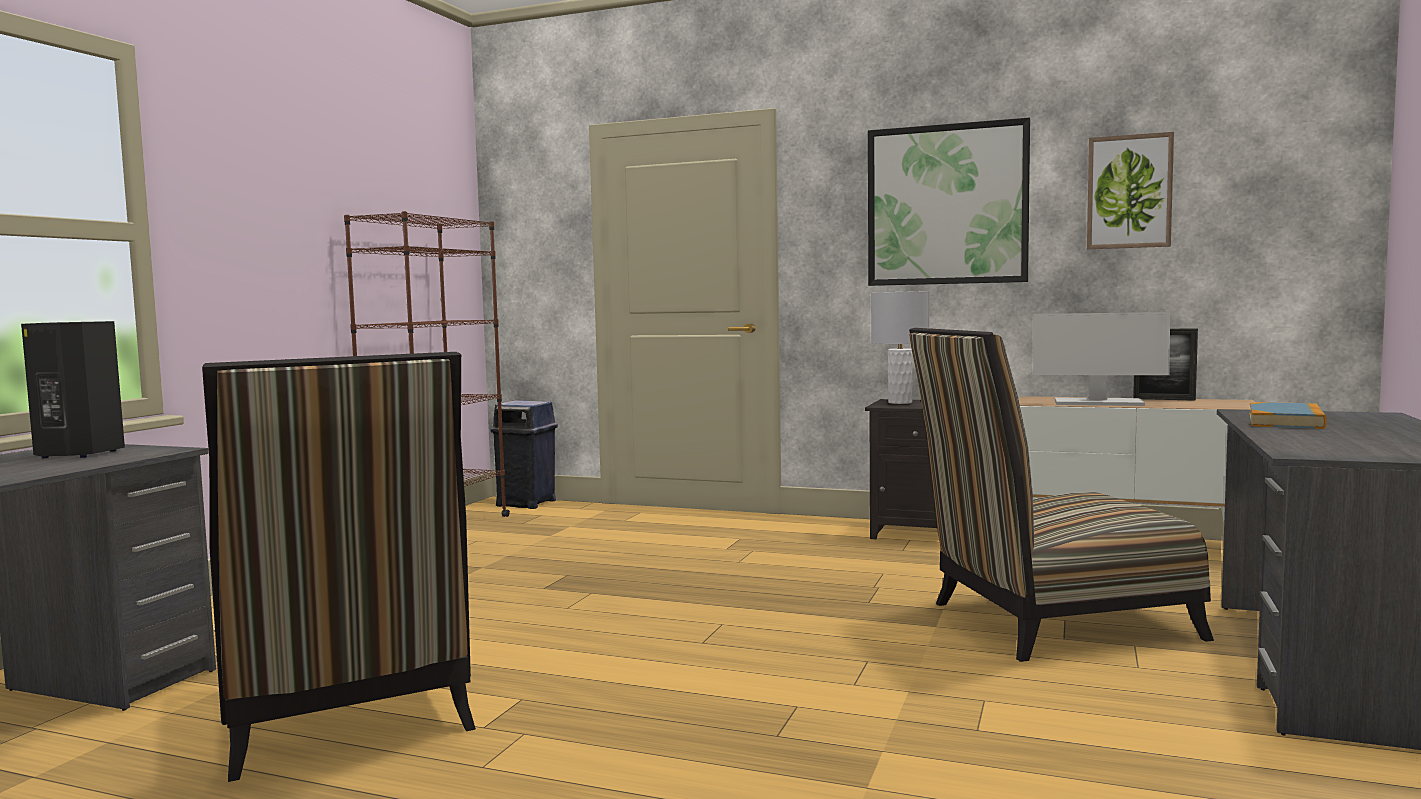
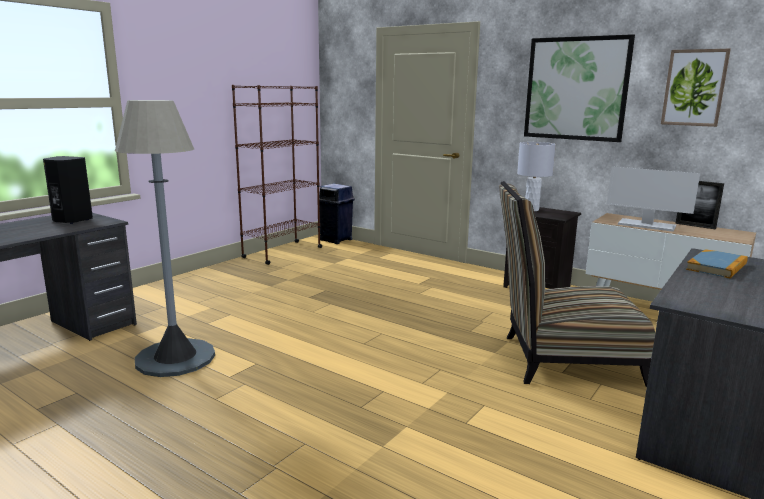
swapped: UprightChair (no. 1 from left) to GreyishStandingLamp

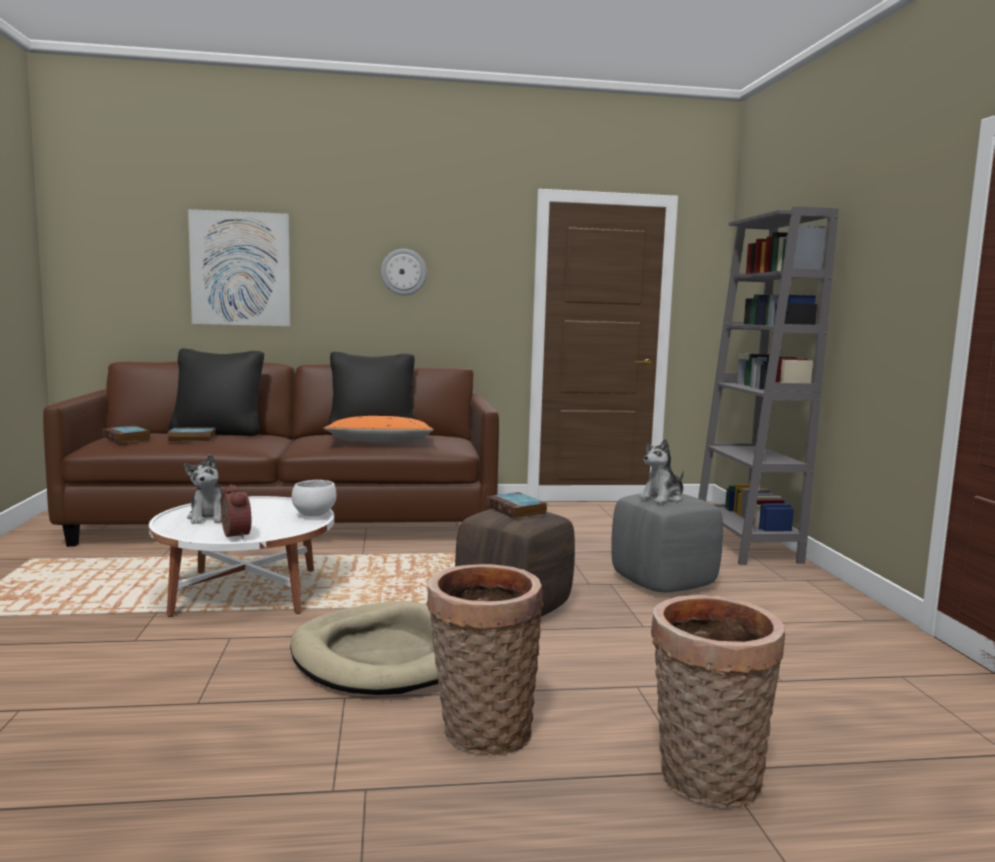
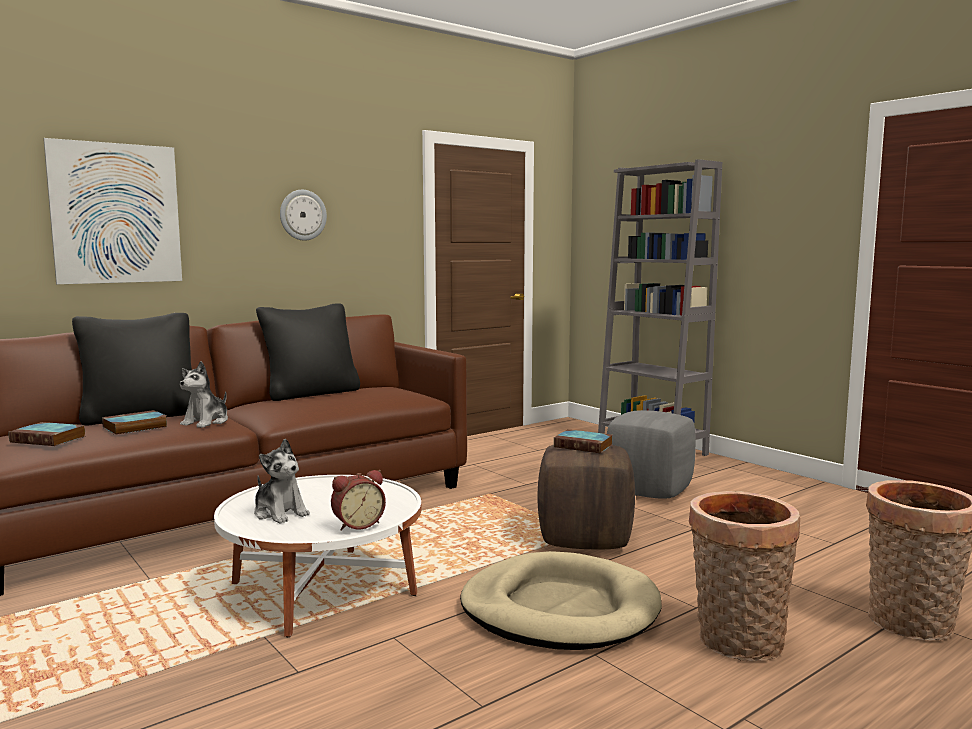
gone: OrangeColouredPillow; WhiteColouredDeepDish
shifted: SoftToy (no. 2 from left in the first image) to SoftToy (no. 1 from left)
rotated: AlarmClock 120 degrees clockwise

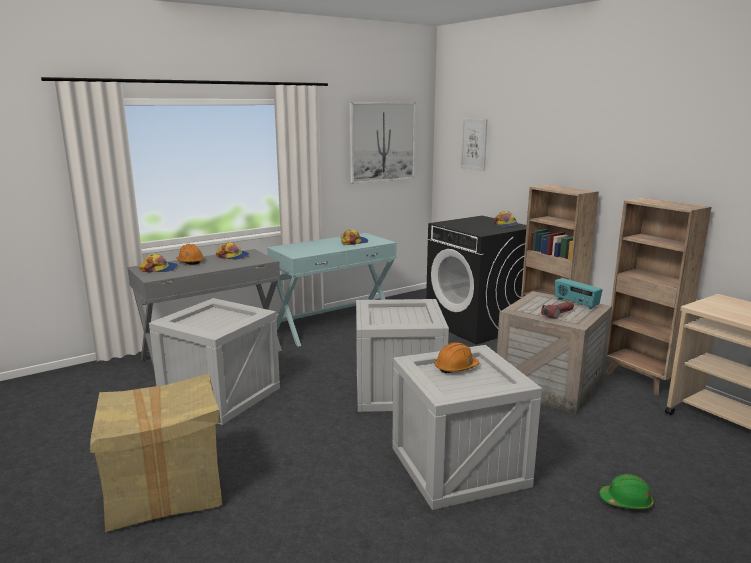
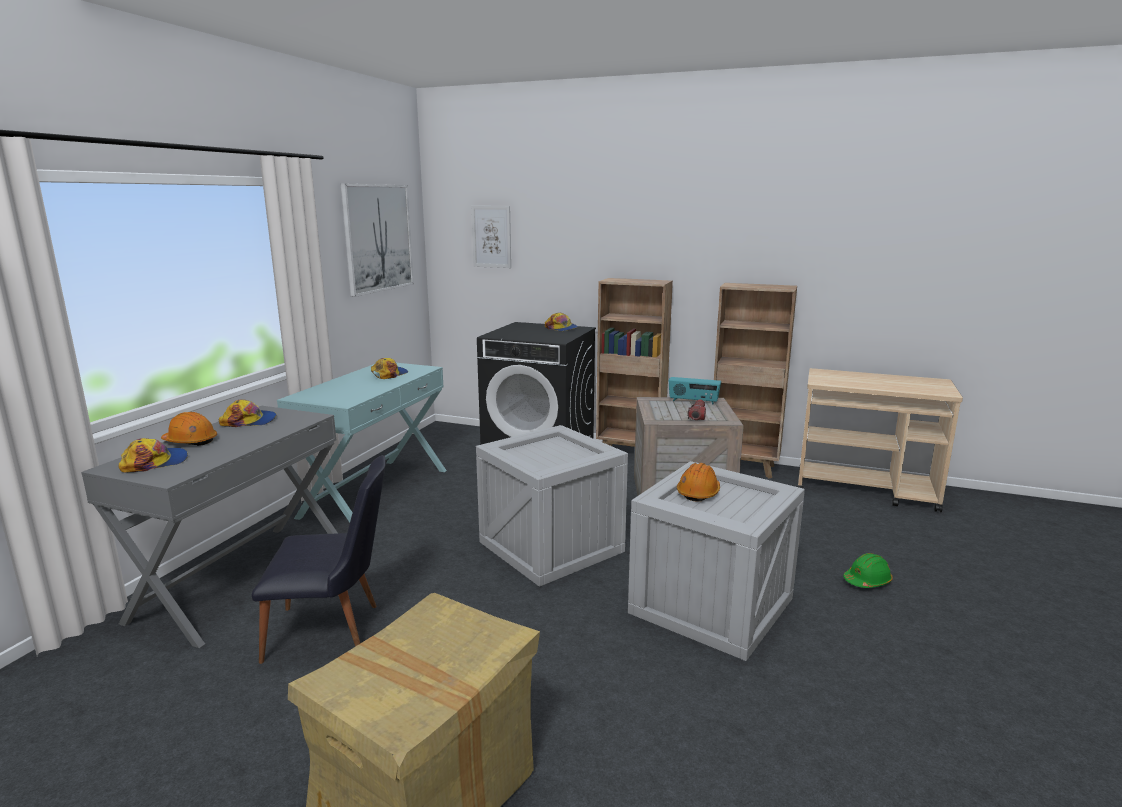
swapped: PackingCrate (no. 1 from left) to BlackUprightChair

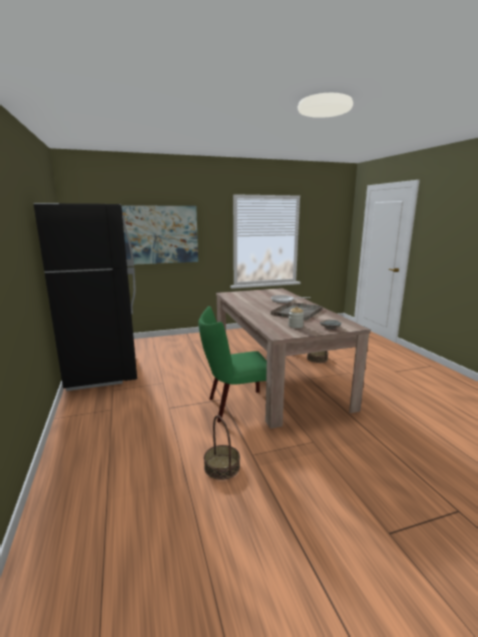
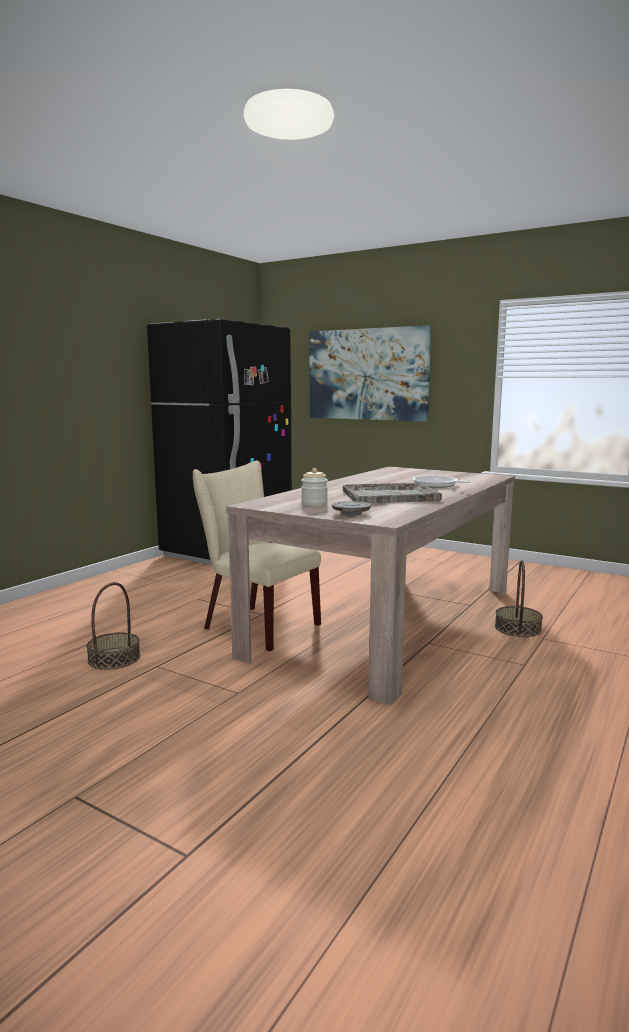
repainted: GreenUprightChair to BeigeUprightChair

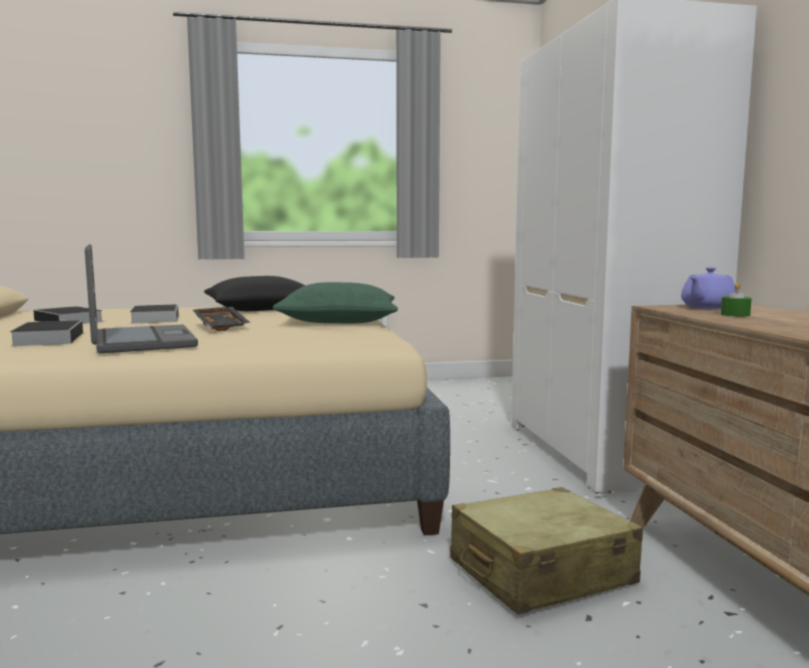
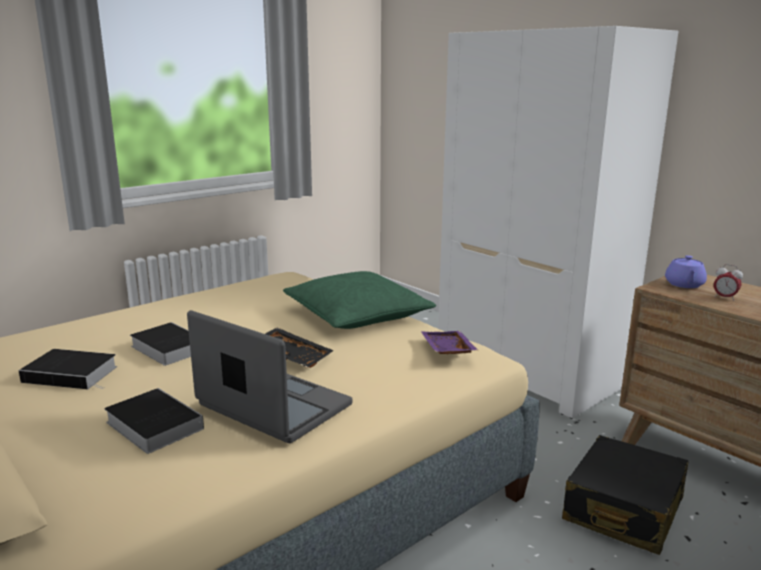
gone: BlackPillow
new: PurplishServingTray
swapped: GreenWaxLight to AlarmClock
repainted: BeigeTravelCase to BlackTravelCase

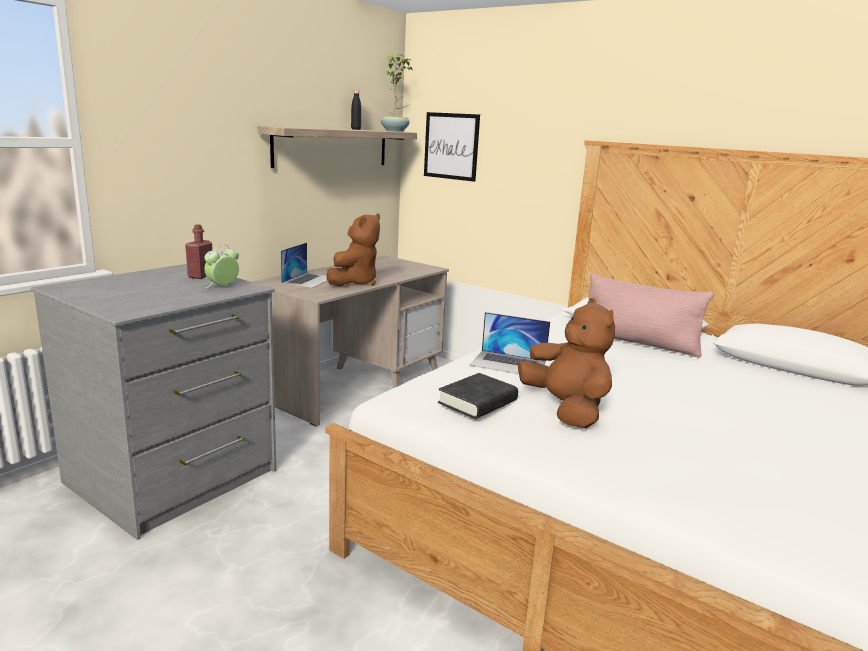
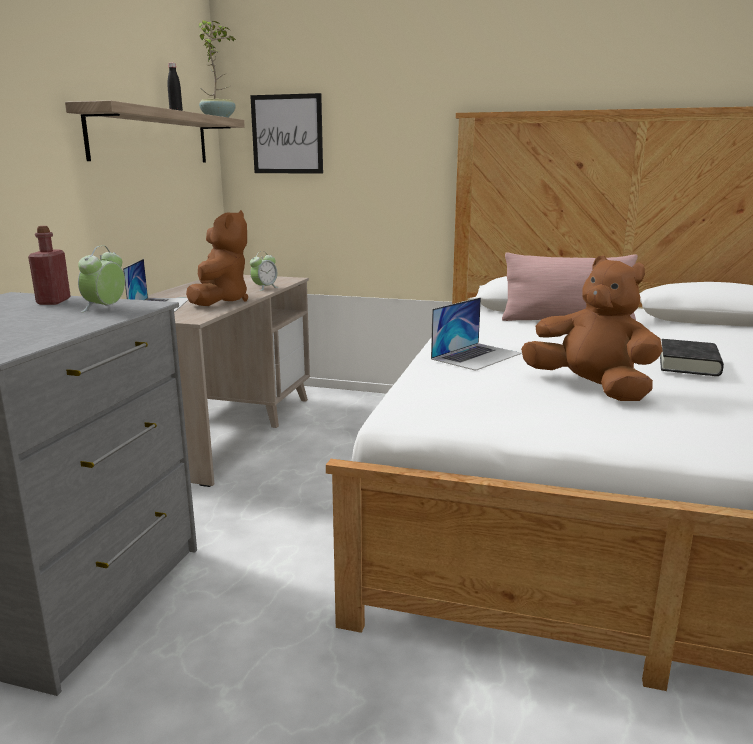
new: AlarmClock (no. 2 from left)
shifted: BlackBook
rotated: NotebookComputer (no. 2 from left) 45 degrees counterclockwise

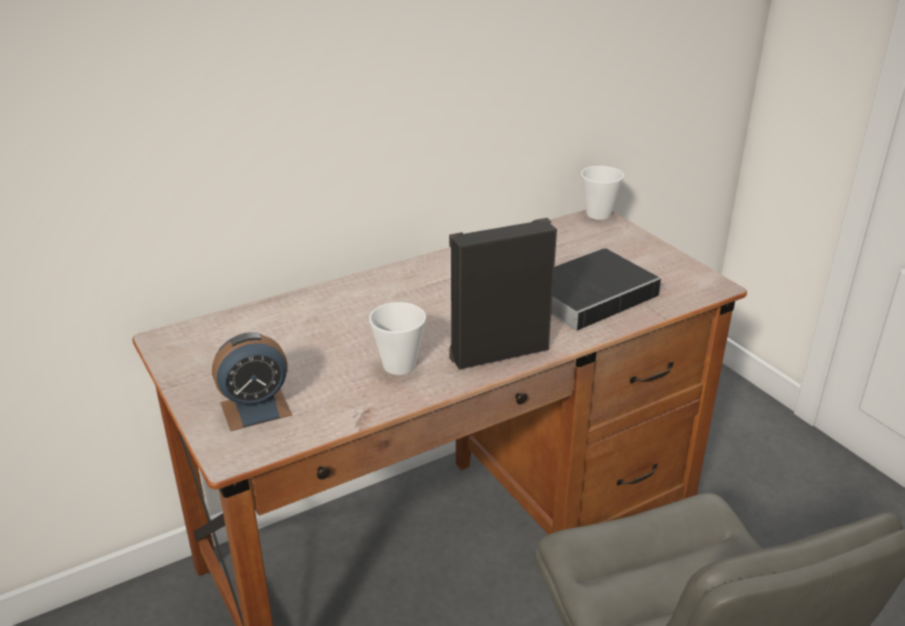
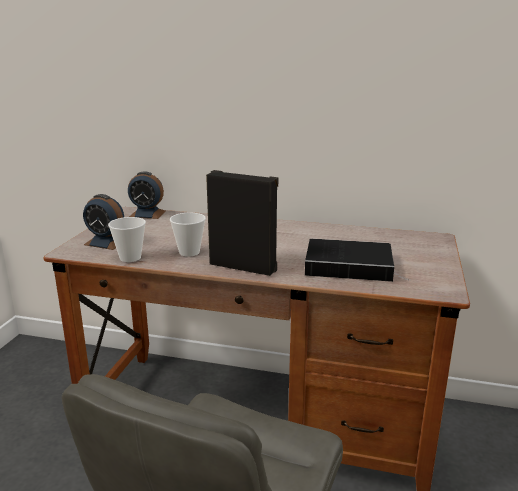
new: AlarmClock (no. 2 from left)
shifted: Cup (no. 2 from left in the first image) to Cup (no. 1 from left)

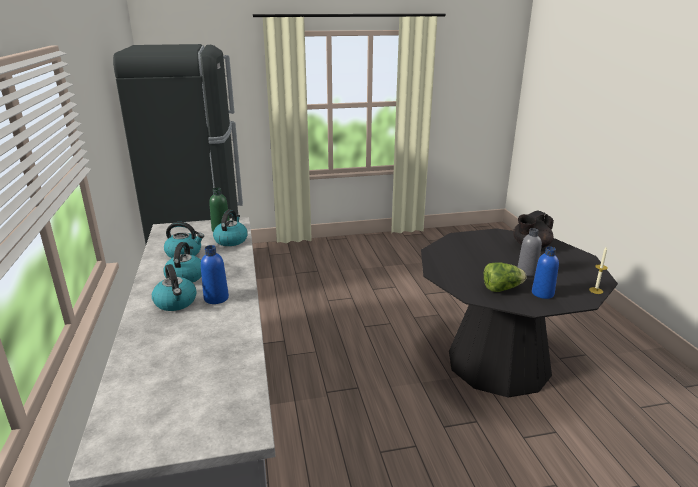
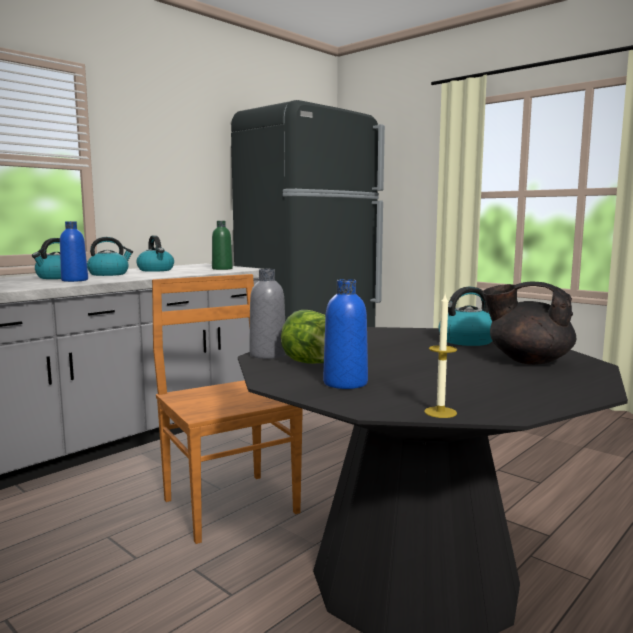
new: BrownColouredUprightChair
shifted: WaterKettle (no. 4 from left); GreyishDrinkBottle

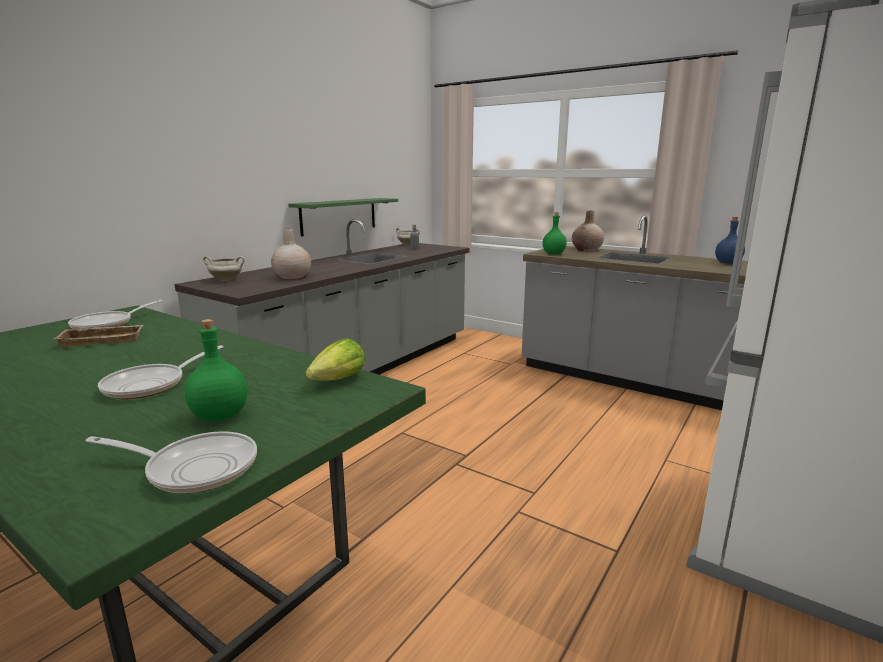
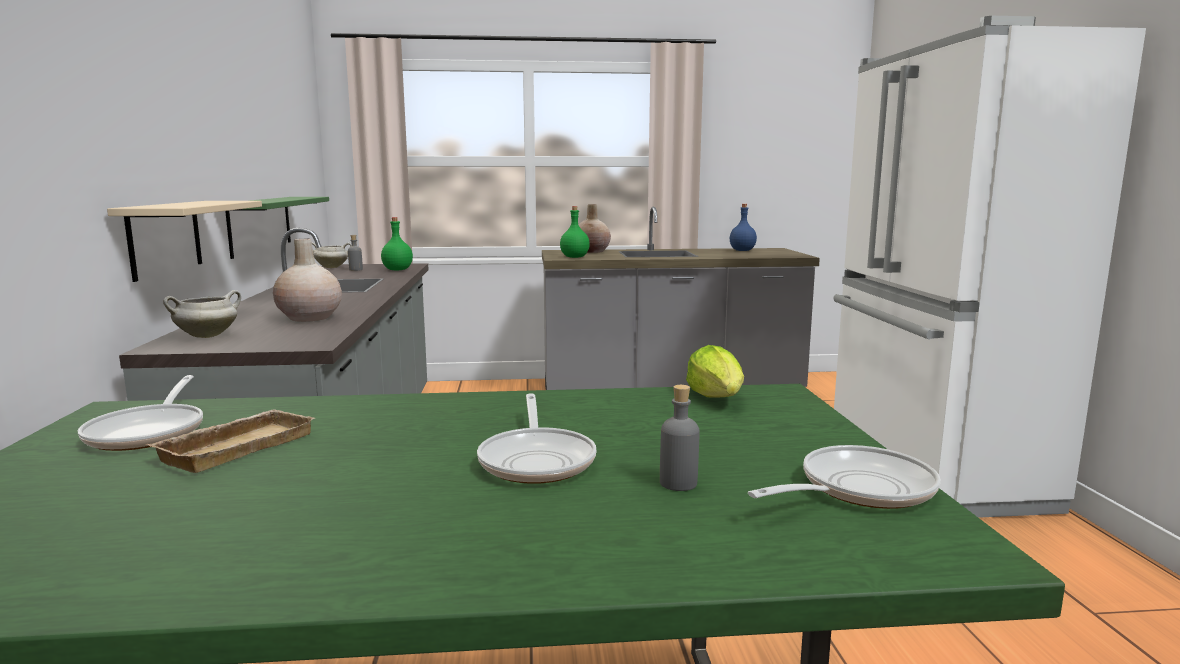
new: BeigeWallShelf; GreyishDrinkBottle (no. 2 from left)
shifted: GreenDrinkBottle (no. 1 from left)

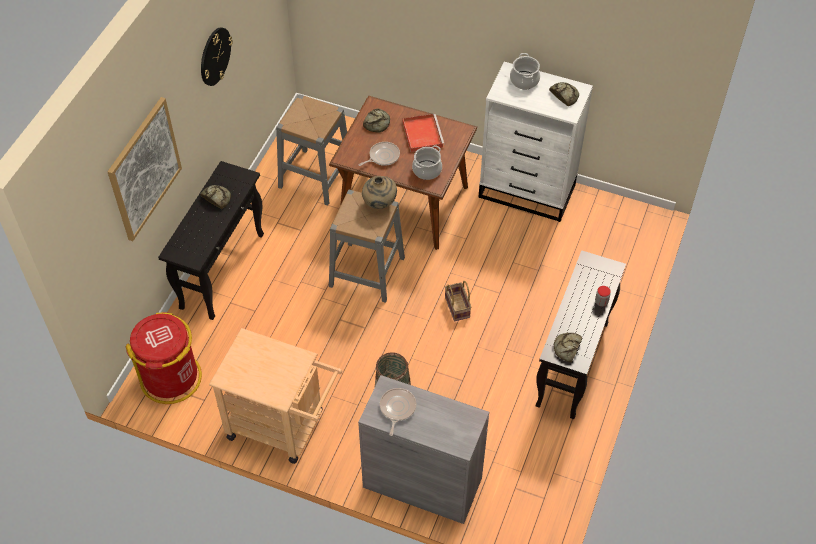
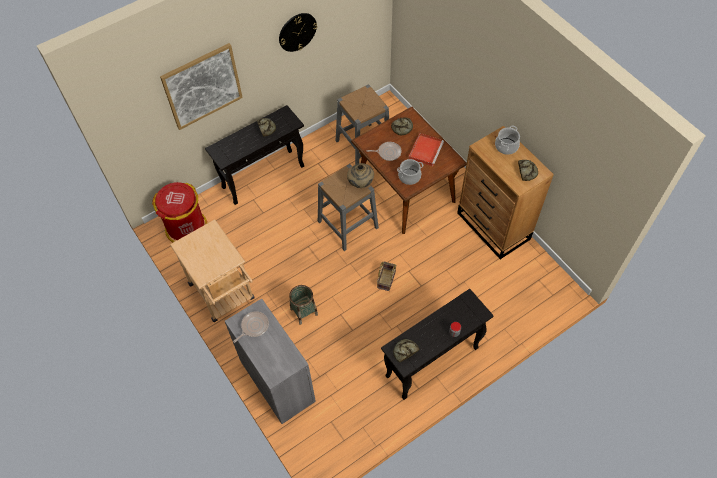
repainted: WhiteColouredDresser to BrownColouredDresser

